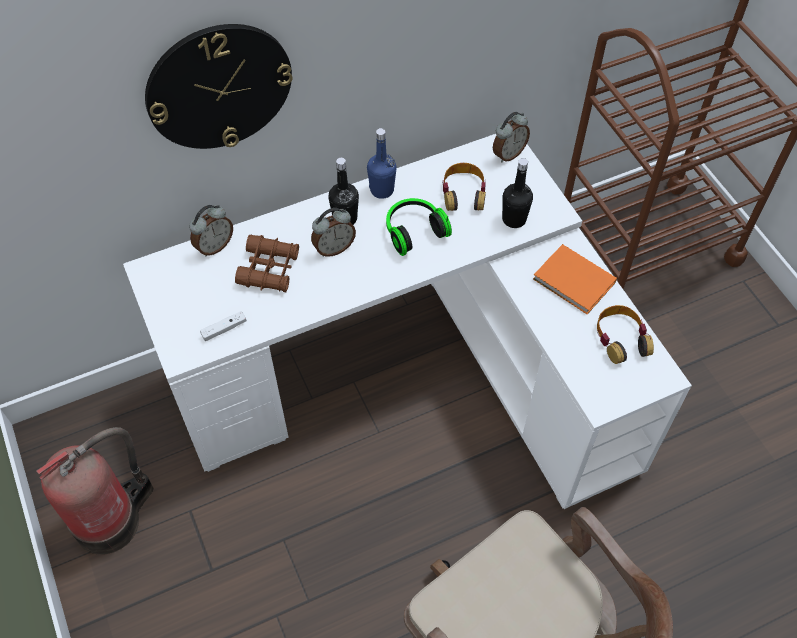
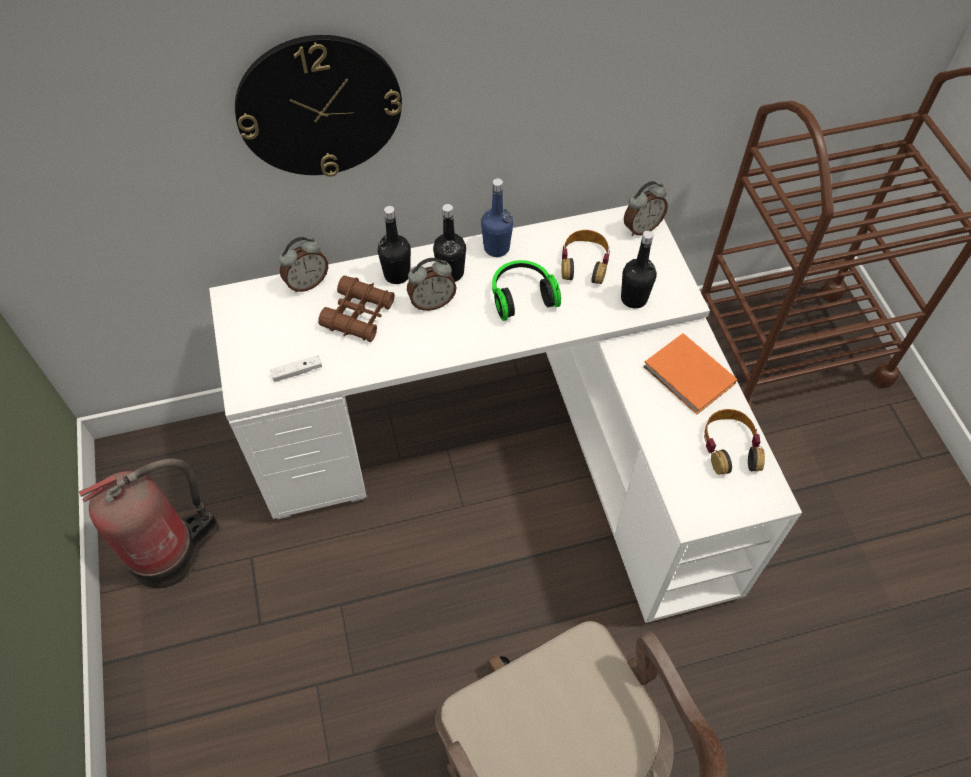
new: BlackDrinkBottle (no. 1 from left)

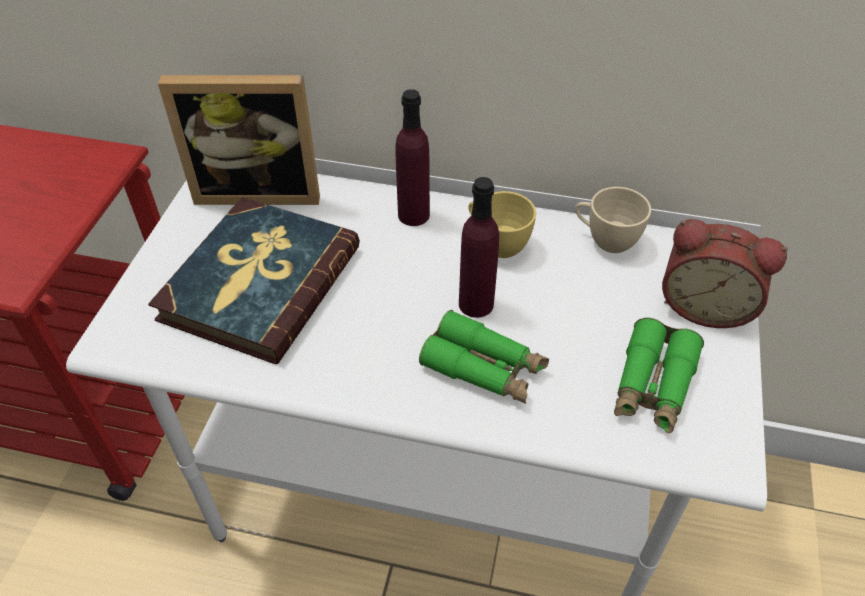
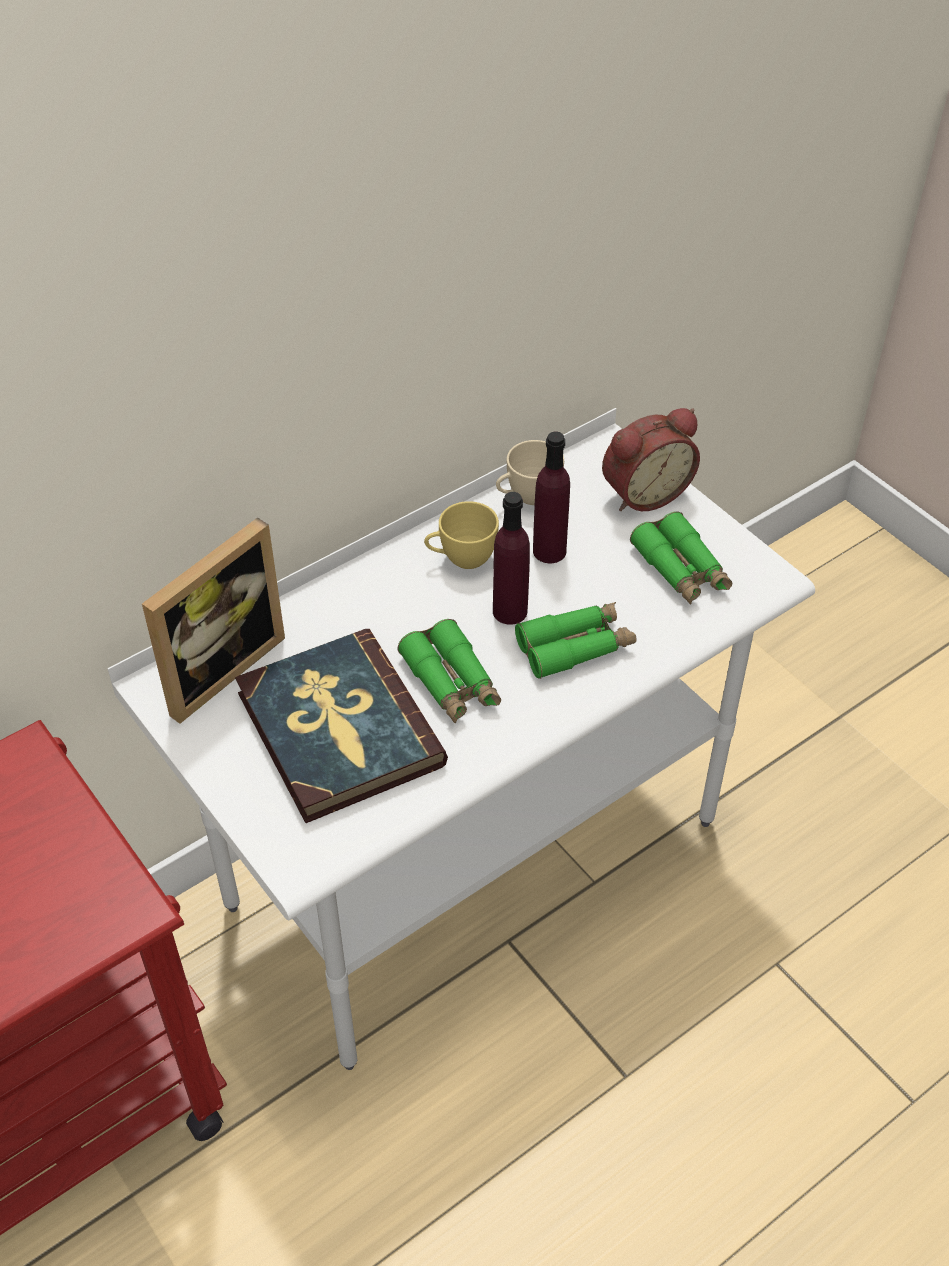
new: GreenFieldGlasses (no. 1 from left)
shifted: PurplishDrinkBottle (no. 1 from left in the first image) to PurplishDrinkBottle (no. 2 from left)

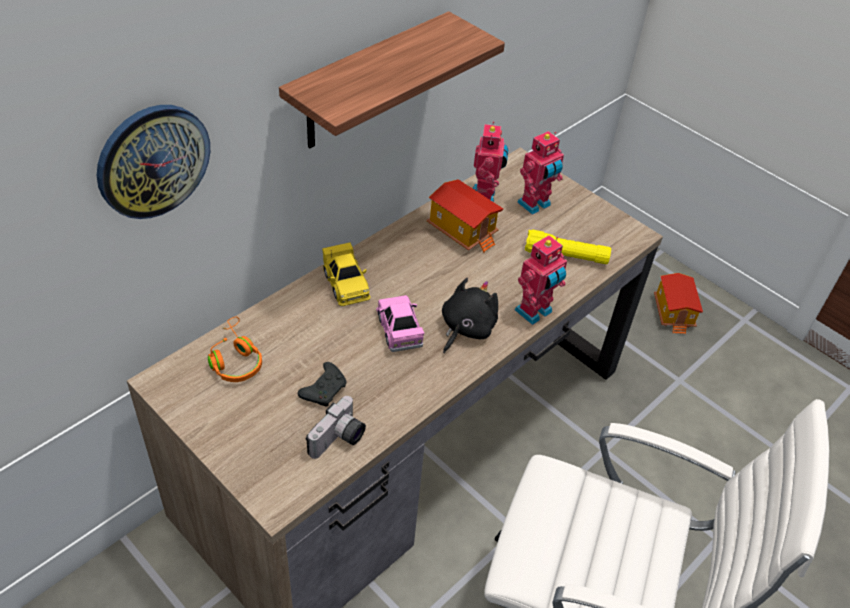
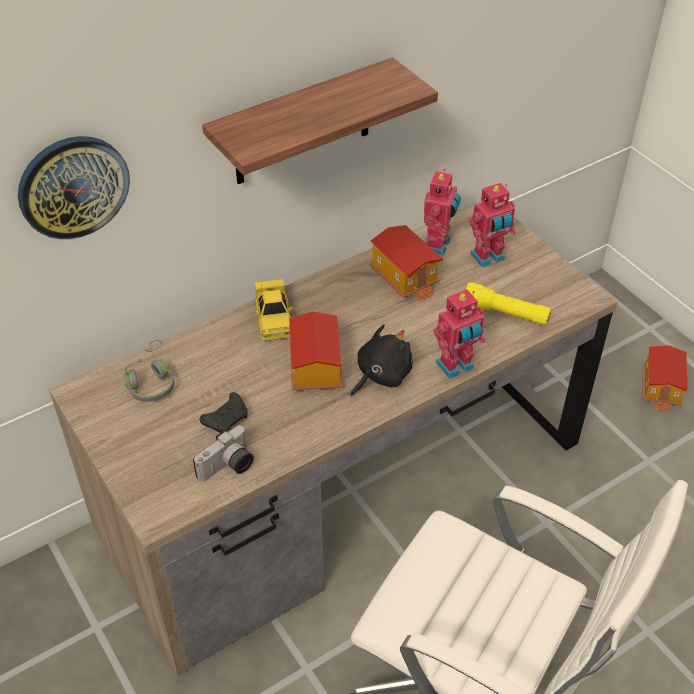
swapped: PinkMiniatureCar to ToyHouse (no. 1 from left)
repainted: OrangeColouredHeadphones to GreyishHeadphones

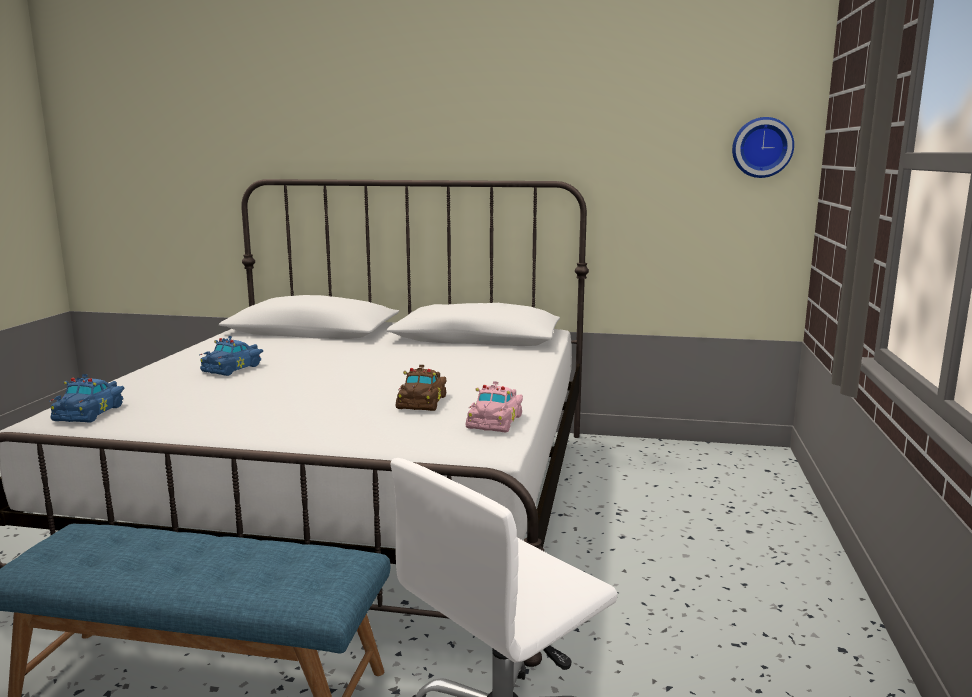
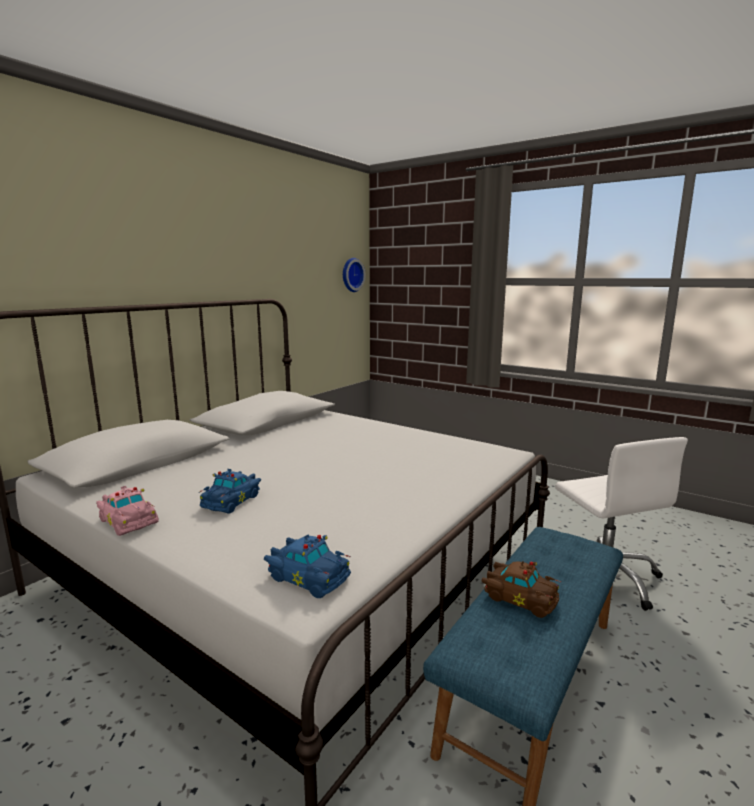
shifted: BrownColouredMiniatureCar; PinkMiniatureCar
rotated: BluishMiniatureCar (no. 2 from left in the first image) 60 degrees clockwise

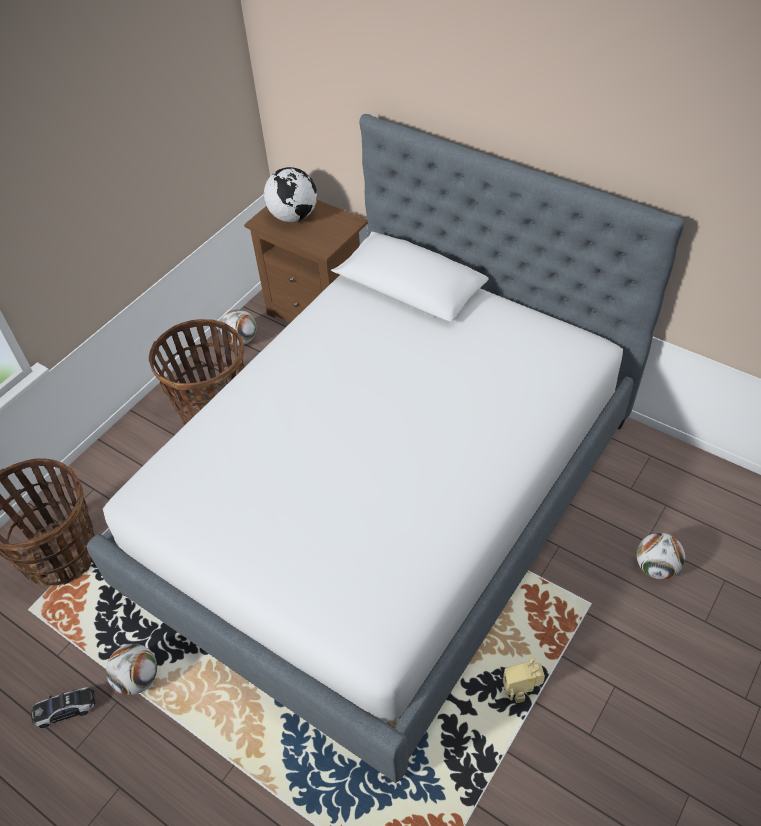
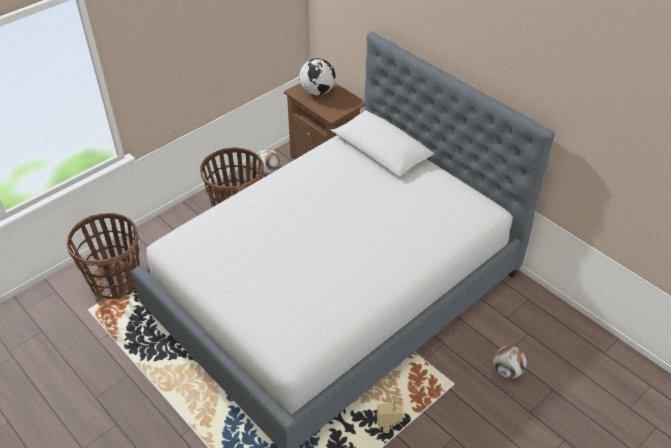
gone: Football (no. 1 from left); MiniatureCar

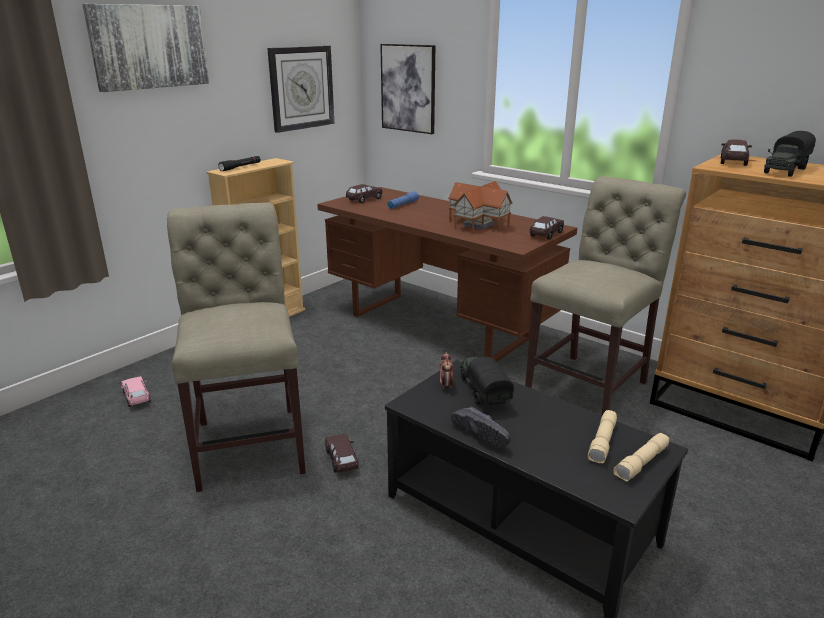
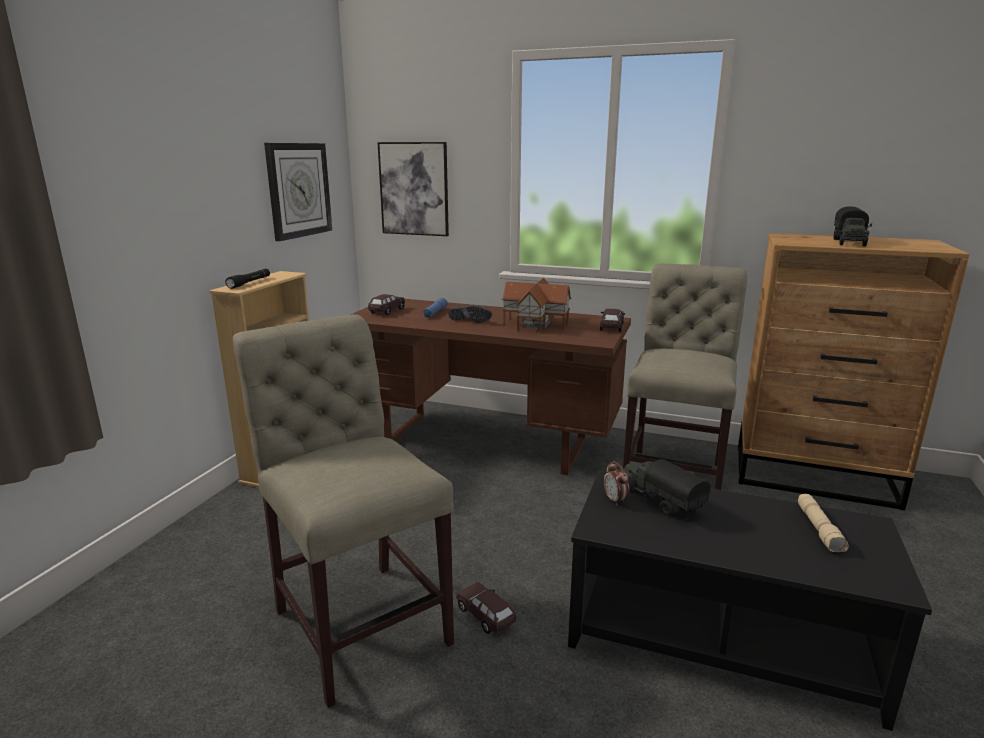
gone: Picture (no. 1 from left); BrownColouredMiniatureCar (no. 4 from left); PinkMiniatureCar; BeigeHandTorch (no. 2 from left)
shifted: BlackShoe

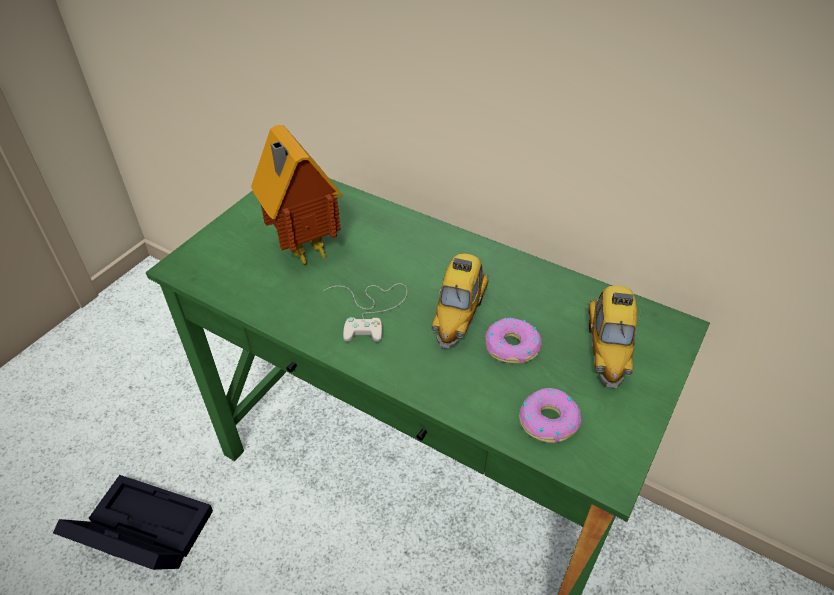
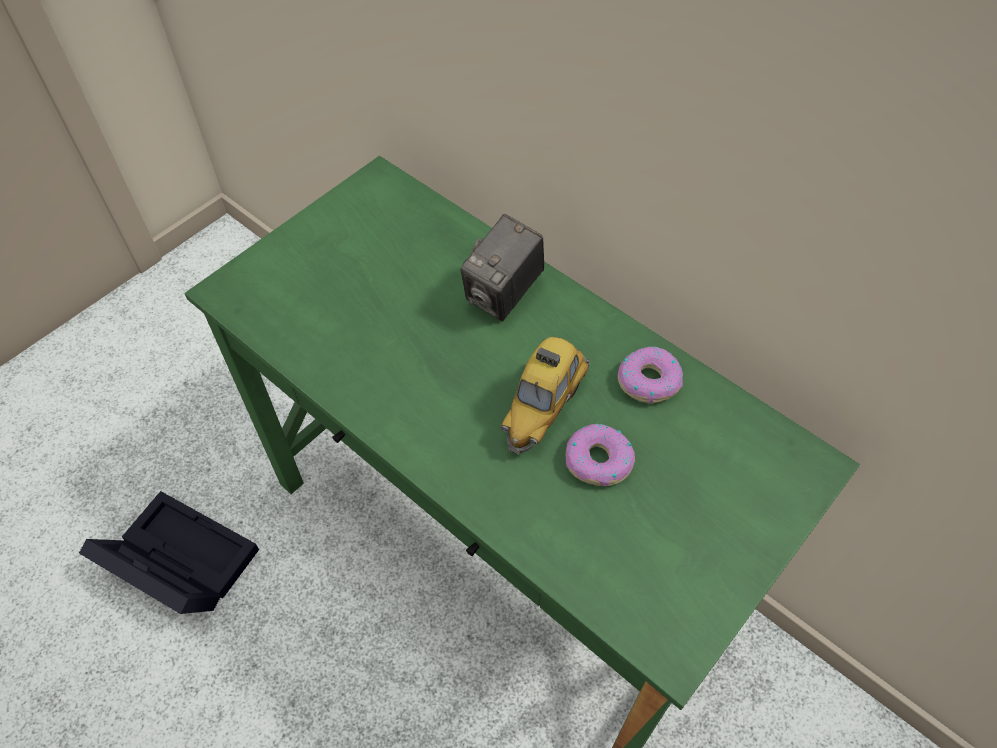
gone: ToyHouse; WhiteColouredJoypad; MiniatureCar (no. 2 from left)
new: PhotoCamera
shifted: Donut (no. 2 from left)

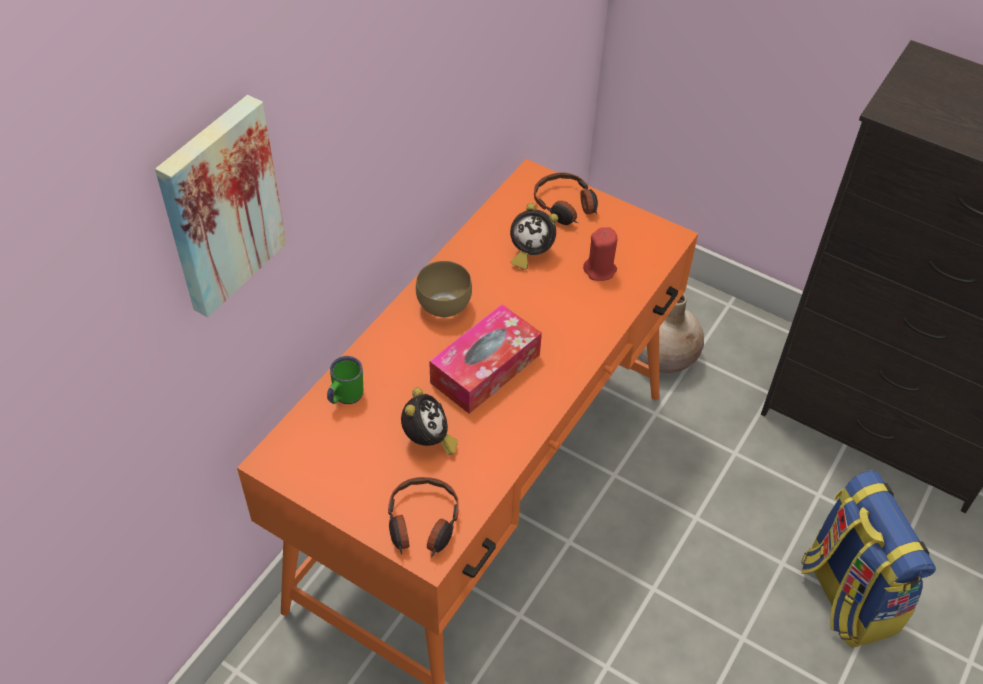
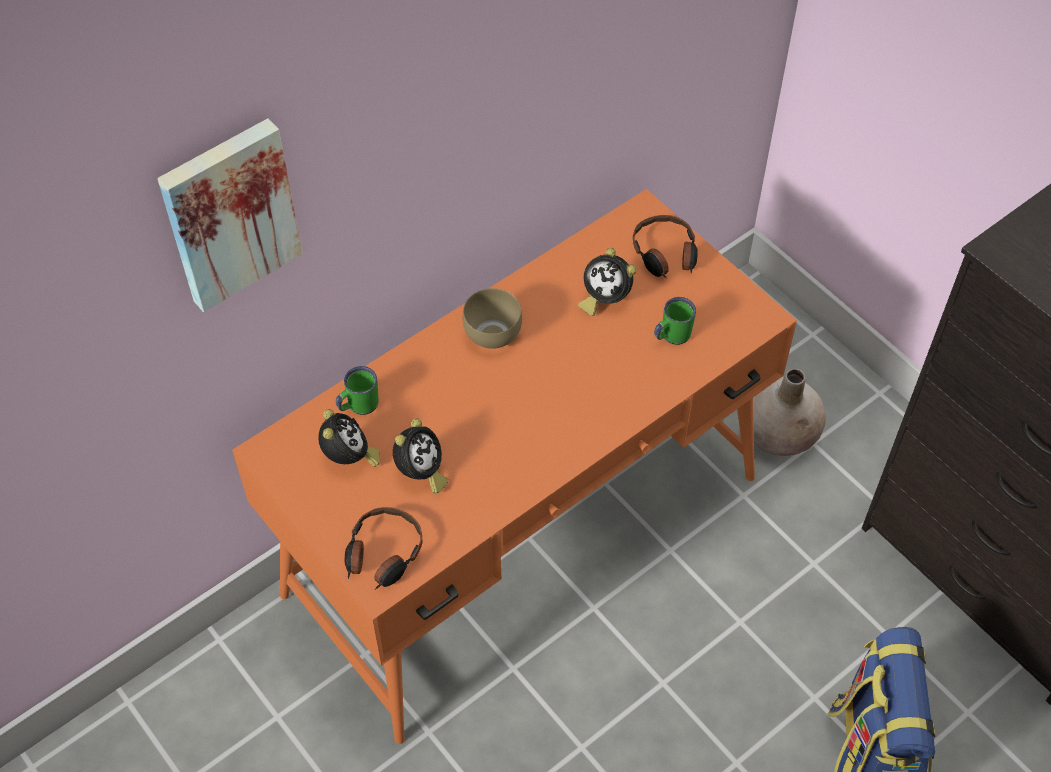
gone: TissueHolder
new: AlarmClock (no. 1 from left)
swapped: RedColouredWaxLight to GreenCoffeeMug (no. 2 from left)

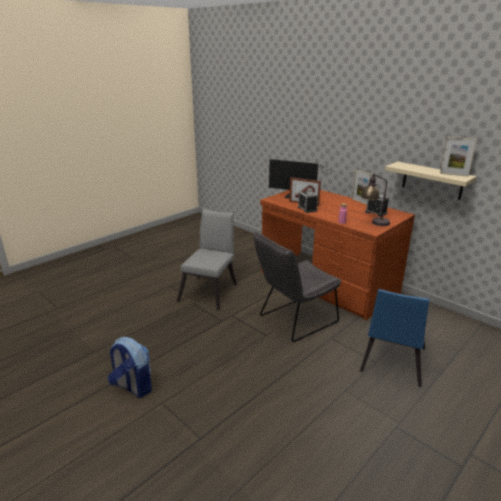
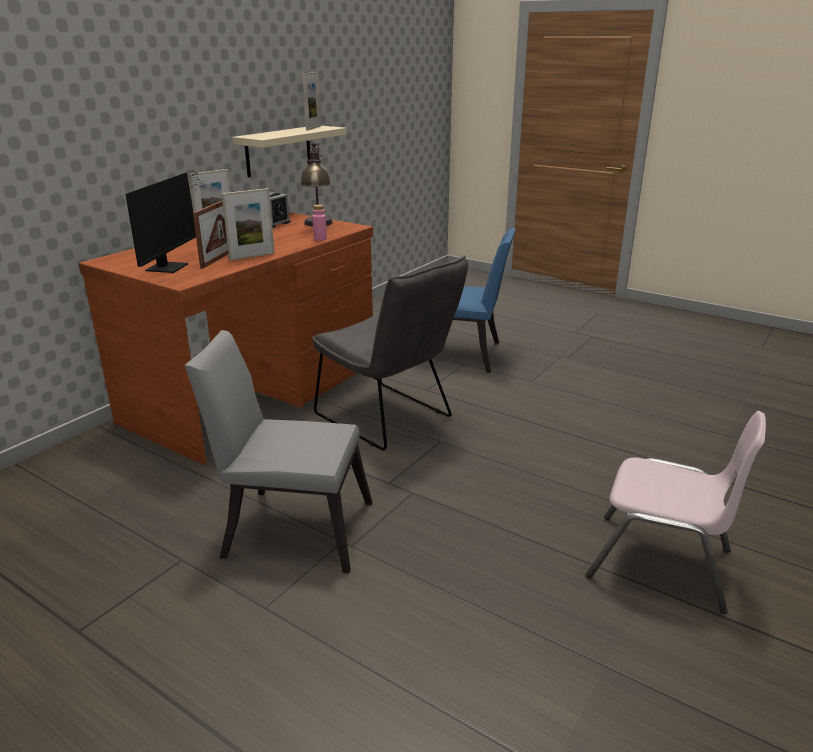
swapped: AlarmClock (no. 1 from left) to PhotoFrame (no. 3 from left); Knapsack to PinkUprightChair

